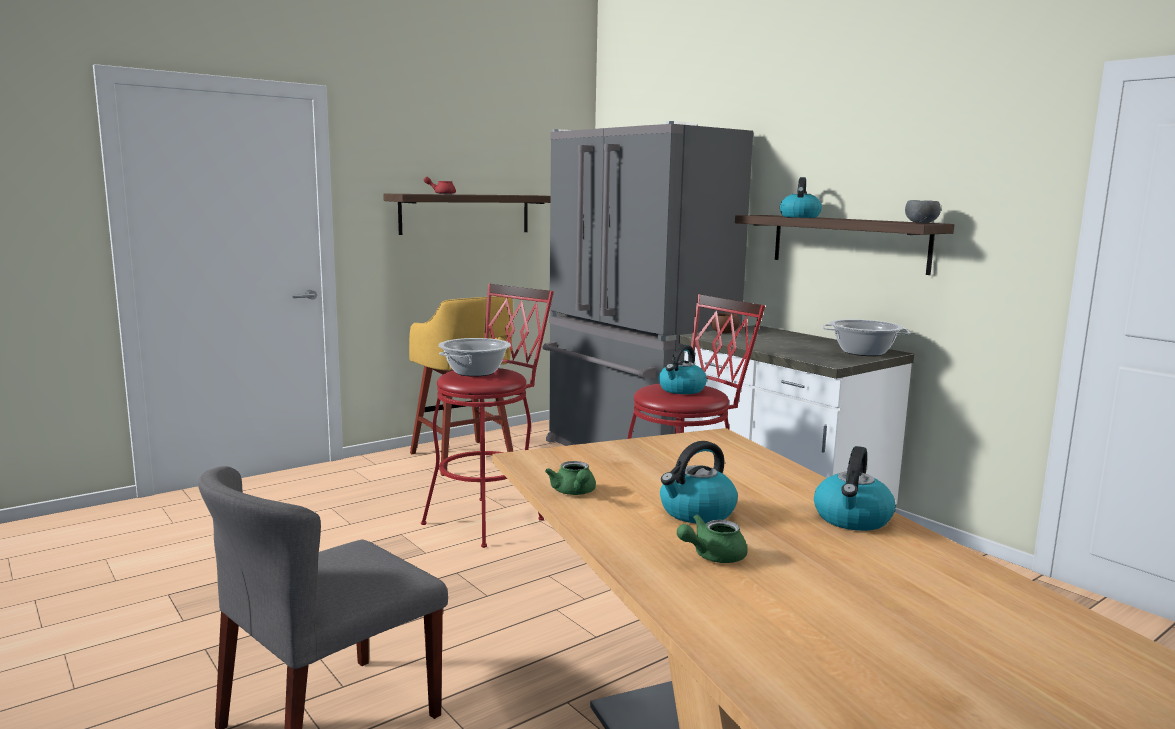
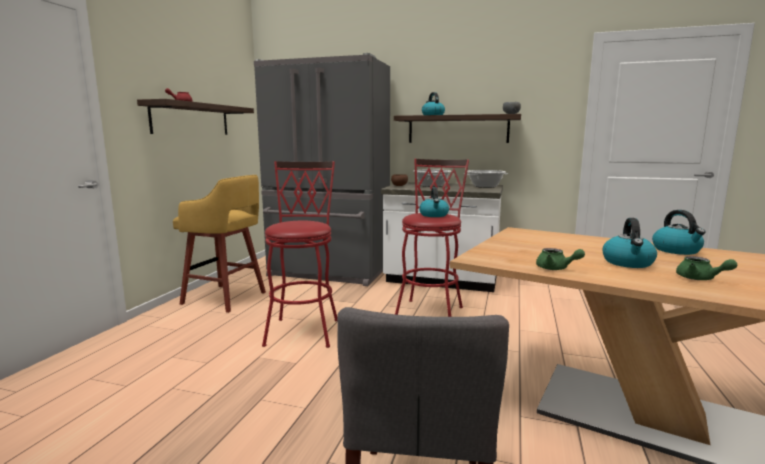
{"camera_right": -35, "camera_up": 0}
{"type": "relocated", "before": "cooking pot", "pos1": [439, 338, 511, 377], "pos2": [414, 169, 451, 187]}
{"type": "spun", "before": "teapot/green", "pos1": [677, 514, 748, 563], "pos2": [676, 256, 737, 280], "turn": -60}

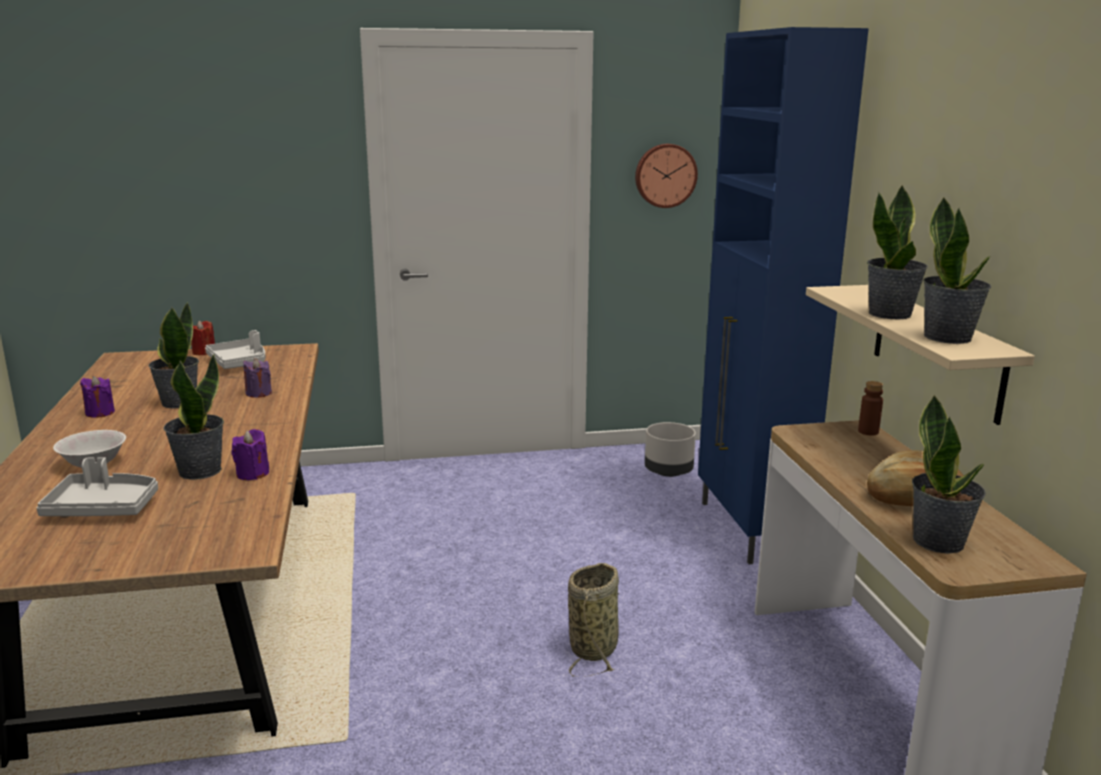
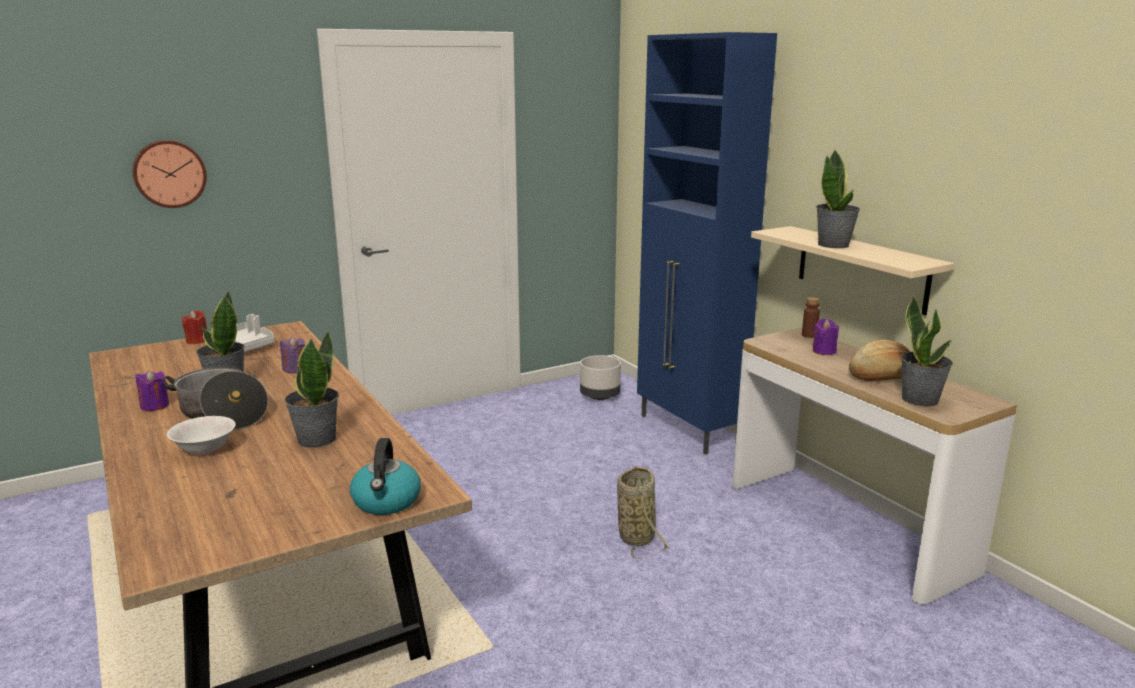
{"camera_right": -20, "camera_up": 0}
{"type": "relocated", "before": "wall clock", "pos1": [635, 144, 698, 208], "pos2": [133, 140, 207, 208]}
{"type": "missing", "before": "potted plant", "pos1": [923, 196, 991, 344]}
{"type": "relocated", "before": "candle/purple", "pos1": [232, 429, 269, 480], "pos2": [813, 319, 839, 355]}
{"type": "missing", "before": "tray/grey", "pos1": [36, 457, 158, 516]}
{"type": "appeared", "after": "cooking pot", "pos2": [162, 367, 268, 429]}
{"type": "appeared", "after": "kettle", "pos2": [350, 438, 421, 515]}

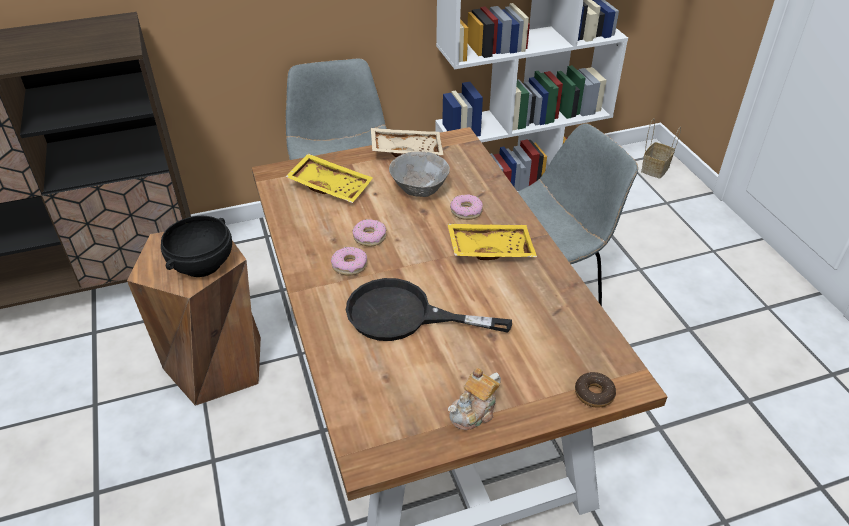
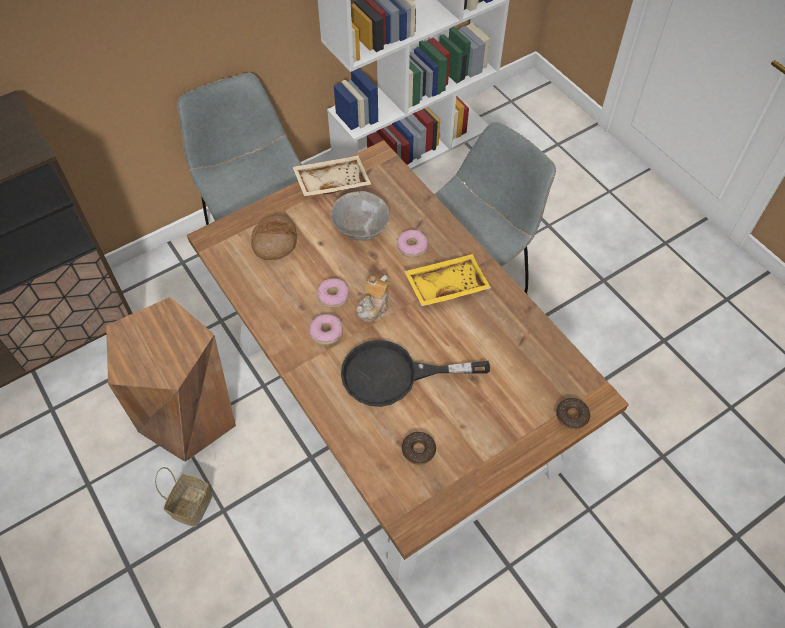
{"camera_right": -15, "camera_up": 15}
{"type": "relocated", "before": "basket", "pos1": [641, 118, 681, 179], "pos2": [155, 467, 212, 527]}
{"type": "exchanged", "before": "tray/yellow", "after": "bread", "pos1": [285, 153, 373, 203], "pos2": [251, 216, 297, 260]}
{"type": "missing", "before": "bowl/black", "pos1": [161, 216, 232, 277]}
{"type": "relocated", "before": "teapot", "pos1": [448, 368, 501, 430], "pos2": [356, 275, 390, 322]}
{"type": "appeared", "after": "donut", "pos2": [402, 432, 436, 465]}

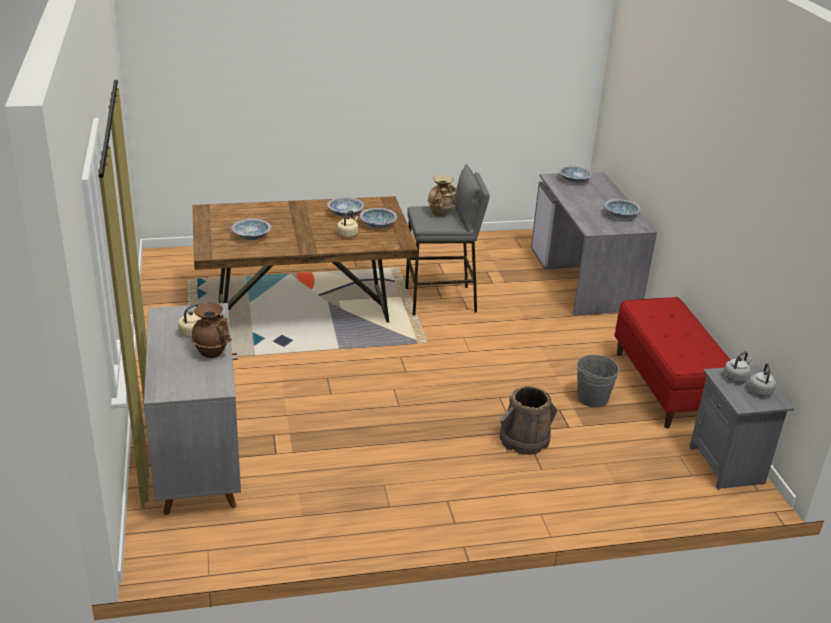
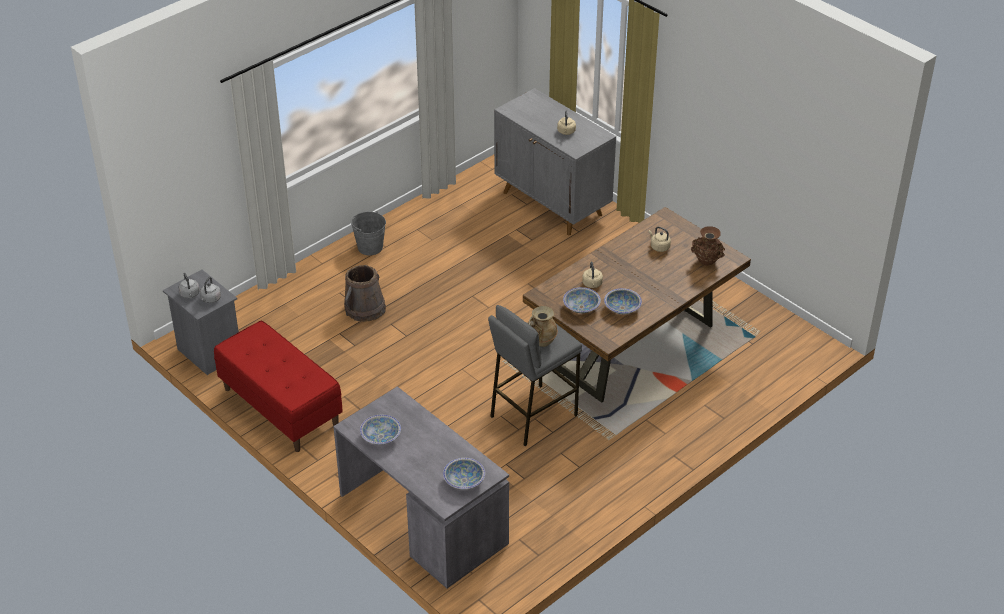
{"camera_right": 150, "camera_up": 10}
{"type": "exchanged", "before": "bowl", "after": "kettle/beige", "pos1": [232, 219, 271, 240], "pos2": [649, 227, 671, 252]}
{"type": "relocated", "before": "vase/brown", "pos1": [192, 303, 232, 358], "pos2": [691, 226, 725, 265]}
{"type": "relocated", "before": "bucket/grey", "pos1": [577, 355, 620, 408], "pos2": [351, 211, 386, 255]}

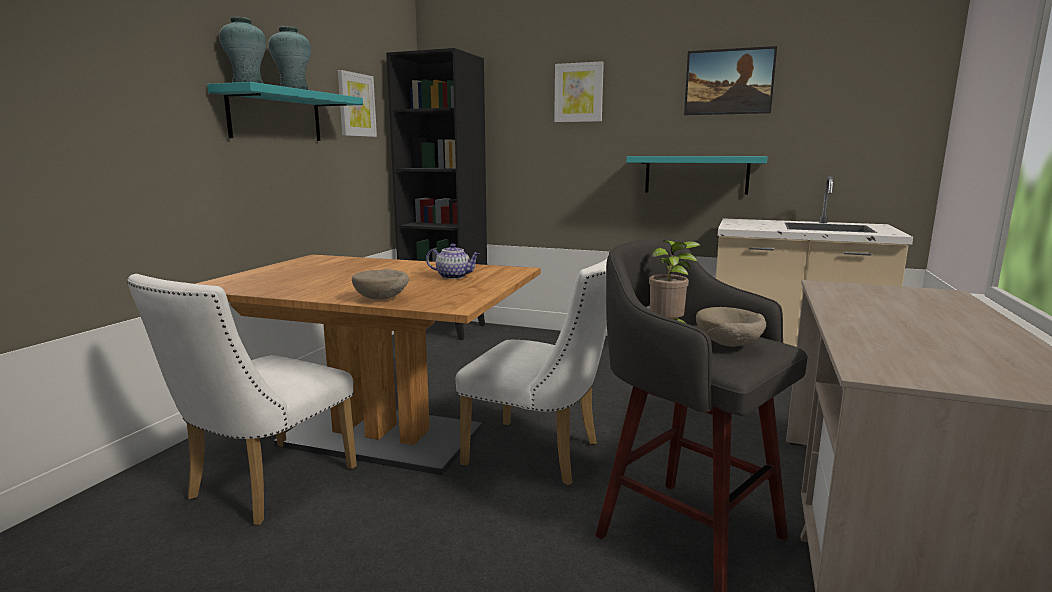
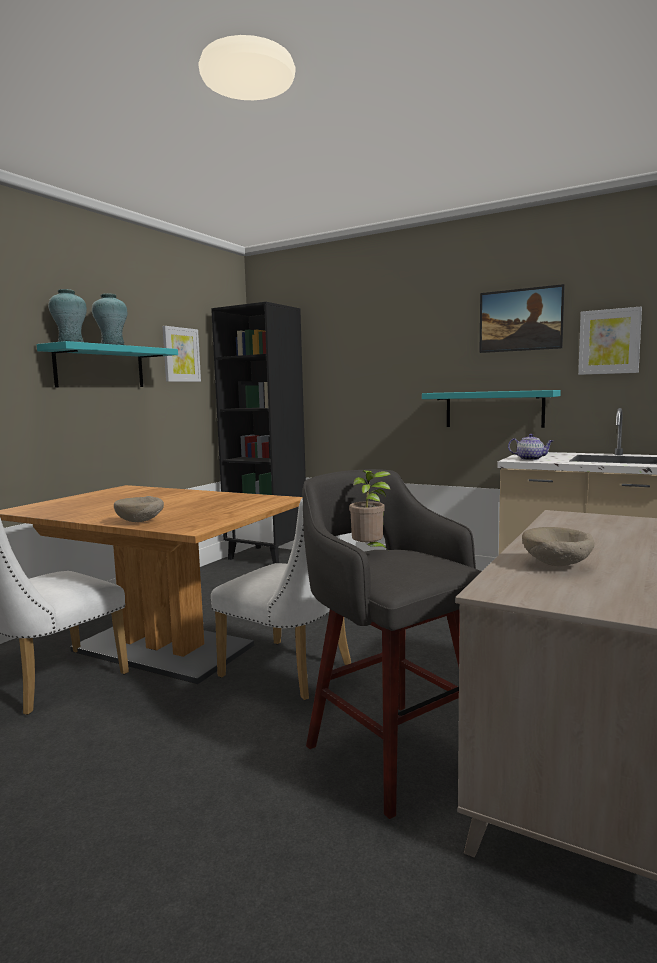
{"camera_right": 10, "camera_up": -5}
{"type": "relocated", "before": "picture", "pos1": [554, 61, 604, 122], "pos2": [578, 306, 642, 375]}
{"type": "relocated", "before": "teapot", "pos1": [426, 243, 480, 279], "pos2": [508, 434, 553, 460]}
{"type": "relocated", "before": "bowl/beige", "pos1": [696, 307, 766, 347], "pos2": [522, 527, 595, 566]}

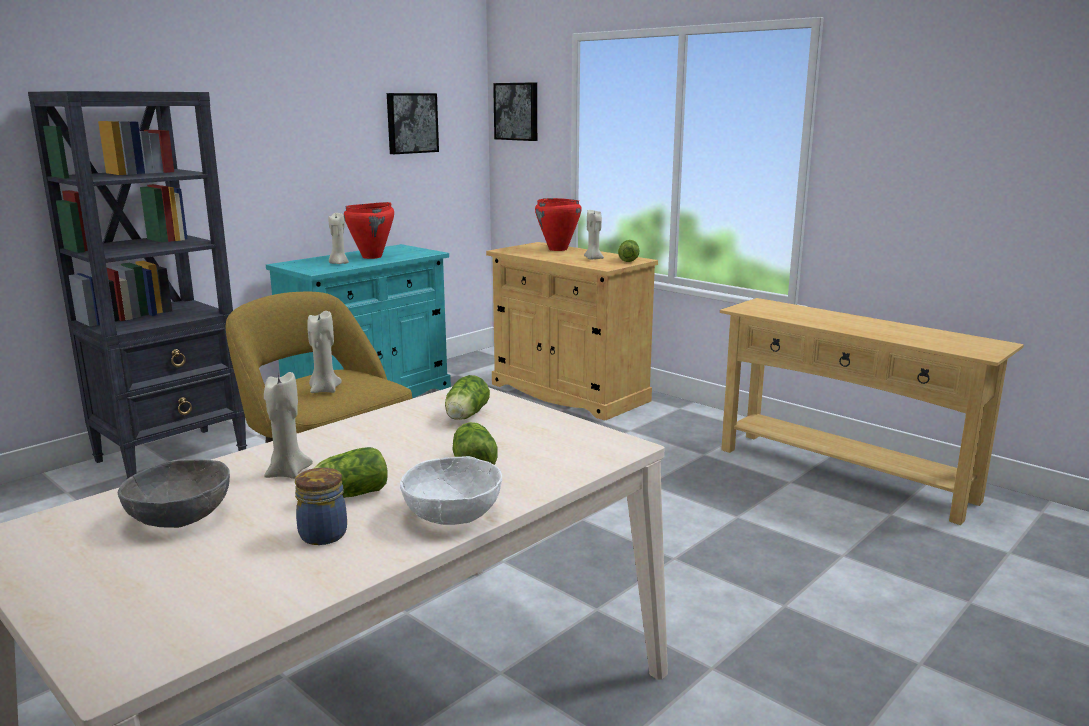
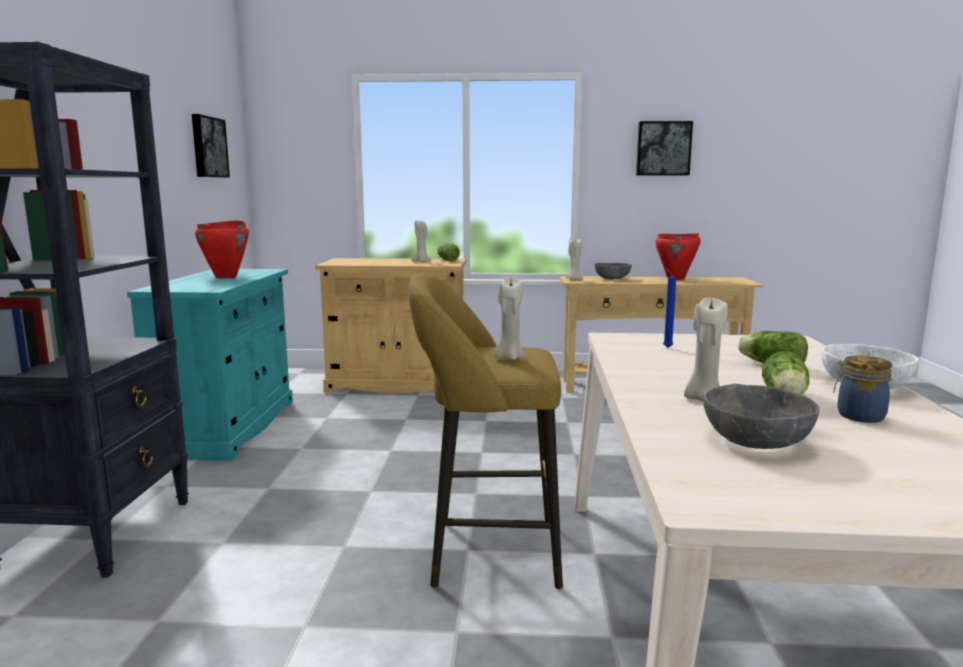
{"camera_right": -40, "camera_up": -5}
{"type": "relocated", "before": "picture", "pos1": [493, 82, 537, 141], "pos2": [636, 121, 693, 175]}
{"type": "relocated", "before": "cooking pot/red", "pos1": [535, 198, 582, 251], "pos2": [655, 233, 701, 280]}
{"type": "relocated", "before": "candle/beige", "pos1": [328, 213, 349, 264], "pos2": [566, 238, 583, 280]}
{"type": "exchanged", "before": "lettuce", "after": "candle/blue", "pos1": [445, 375, 490, 420], "pos2": [663, 268, 676, 348]}
{"type": "appeared", "after": "bowl/grey", "pos2": [595, 263, 632, 279]}

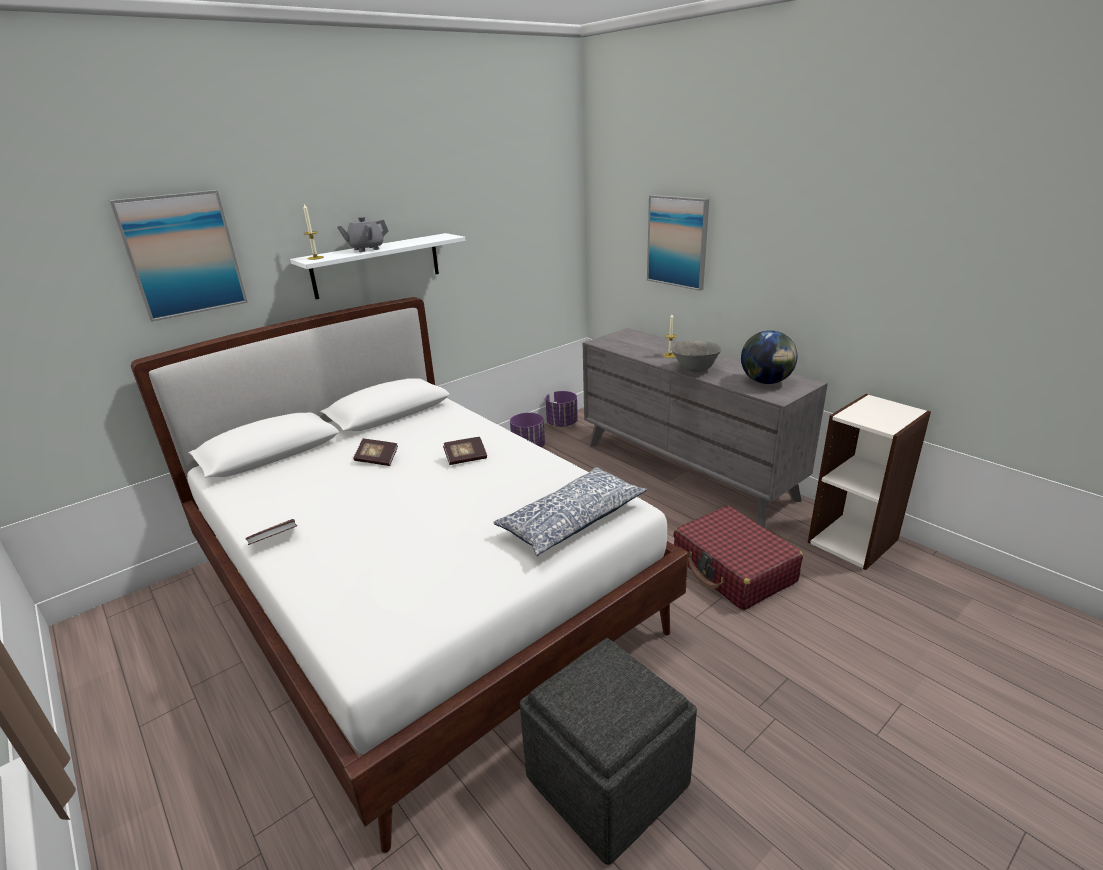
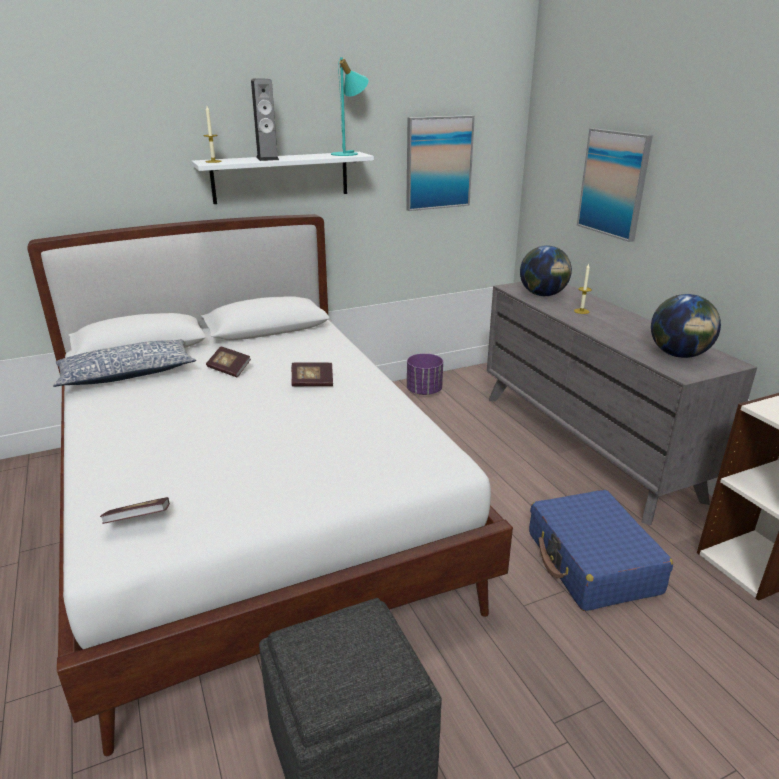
{"camera_right": 15, "camera_up": 0}
{"type": "relocated", "before": "picture", "pos1": [109, 190, 248, 322], "pos2": [406, 115, 475, 211]}
{"type": "exchanged", "before": "teapot/grey", "after": "speaker", "pos1": [337, 217, 388, 252], "pos2": [251, 78, 279, 161]}
{"type": "missing", "before": "bowl/grey", "pos1": [671, 341, 722, 372]}
{"type": "missing", "before": "planter/purple", "pos1": [546, 391, 578, 427]}
{"type": "relocated", "before": "pillow", "pos1": [493, 467, 647, 556], "pos2": [53, 340, 196, 387]}
{"type": "colour", "before": "suitcase/red", "after": "suitcase/blue", "pos1": [673, 505, 803, 610], "pos2": [529, 490, 673, 611]}
{"type": "relocated", "before": "book", "pos1": [246, 519, 297, 545], "pos2": [100, 497, 170, 524]}
{"type": "appeared", "after": "table lamp/turquoise", "pos2": [331, 58, 369, 156]}
{"type": "appeared", "after": "globe", "pos2": [520, 245, 572, 296]}

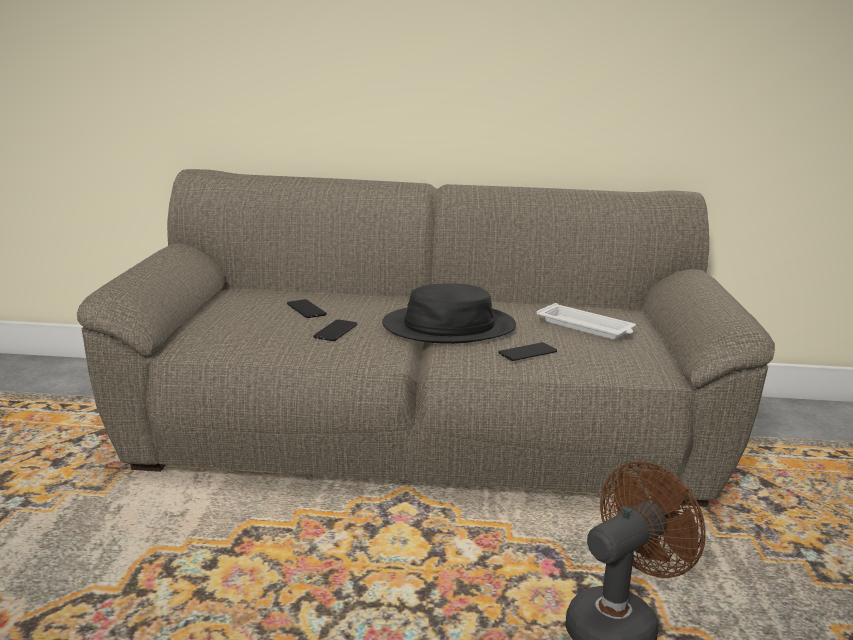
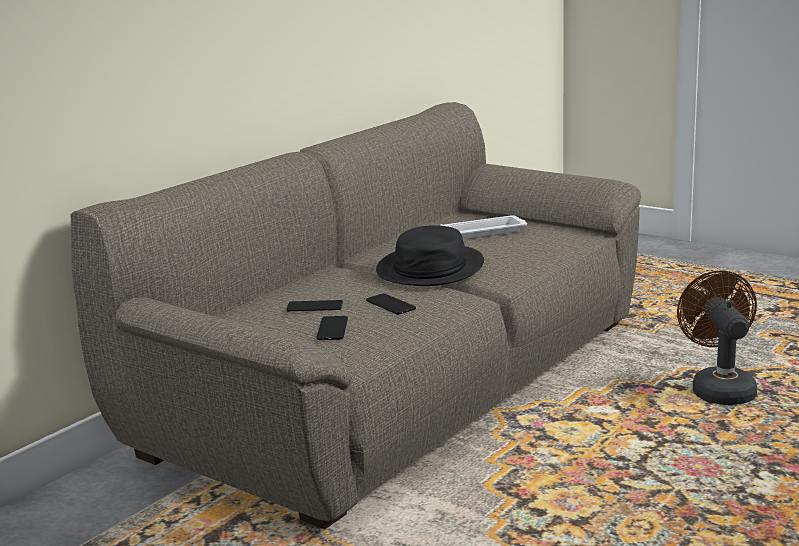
{"camera_right": -55, "camera_up": 0}
{"type": "relocated", "before": "phone", "pos1": [498, 342, 557, 361], "pos2": [317, 316, 348, 340]}

